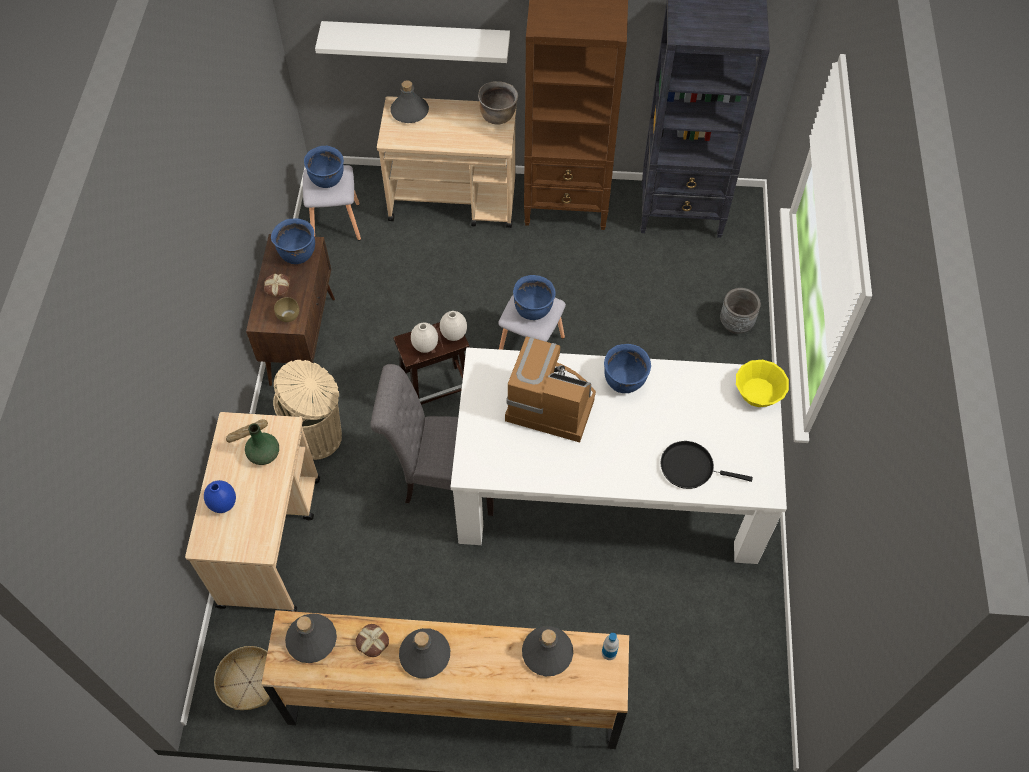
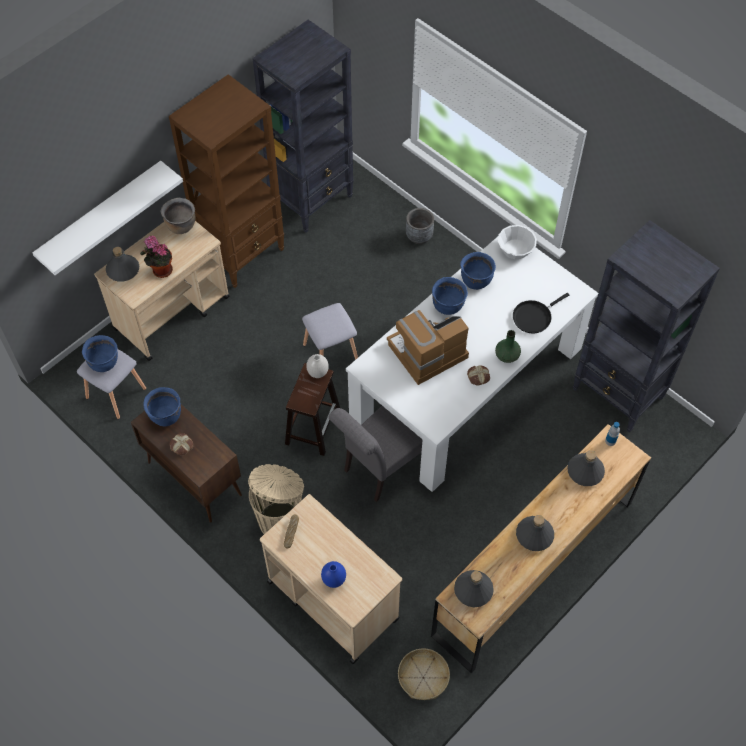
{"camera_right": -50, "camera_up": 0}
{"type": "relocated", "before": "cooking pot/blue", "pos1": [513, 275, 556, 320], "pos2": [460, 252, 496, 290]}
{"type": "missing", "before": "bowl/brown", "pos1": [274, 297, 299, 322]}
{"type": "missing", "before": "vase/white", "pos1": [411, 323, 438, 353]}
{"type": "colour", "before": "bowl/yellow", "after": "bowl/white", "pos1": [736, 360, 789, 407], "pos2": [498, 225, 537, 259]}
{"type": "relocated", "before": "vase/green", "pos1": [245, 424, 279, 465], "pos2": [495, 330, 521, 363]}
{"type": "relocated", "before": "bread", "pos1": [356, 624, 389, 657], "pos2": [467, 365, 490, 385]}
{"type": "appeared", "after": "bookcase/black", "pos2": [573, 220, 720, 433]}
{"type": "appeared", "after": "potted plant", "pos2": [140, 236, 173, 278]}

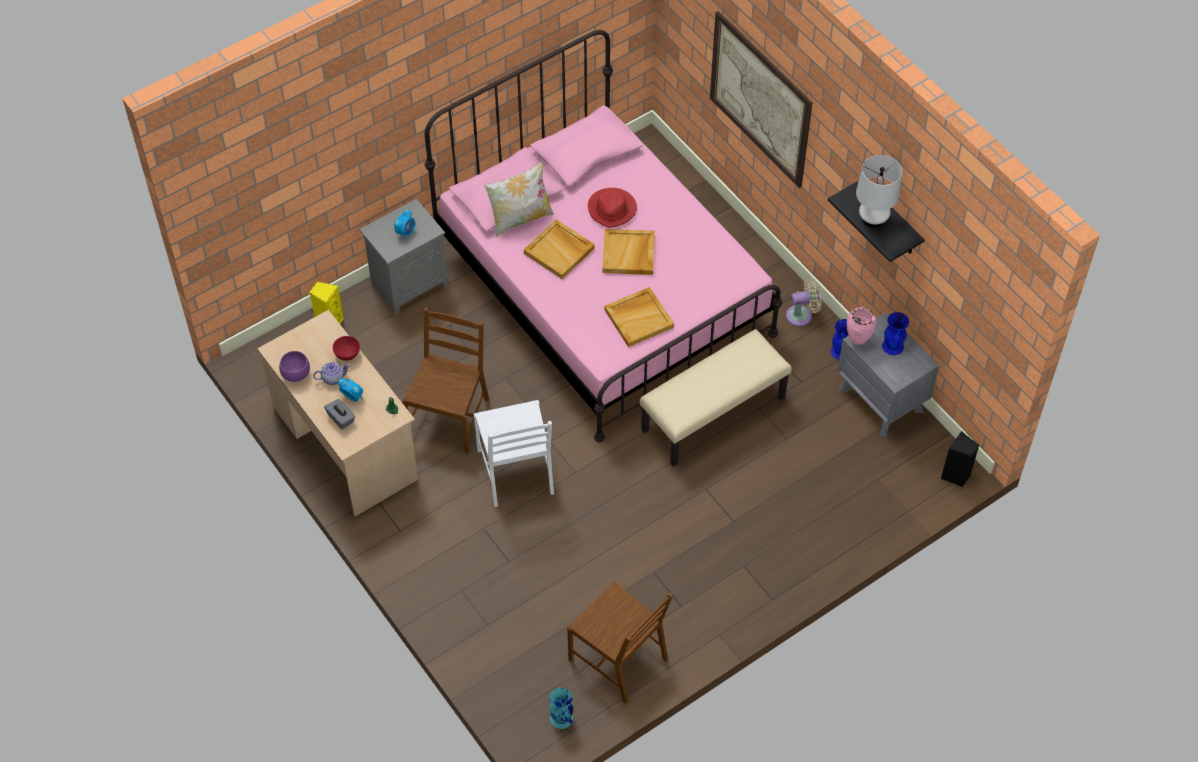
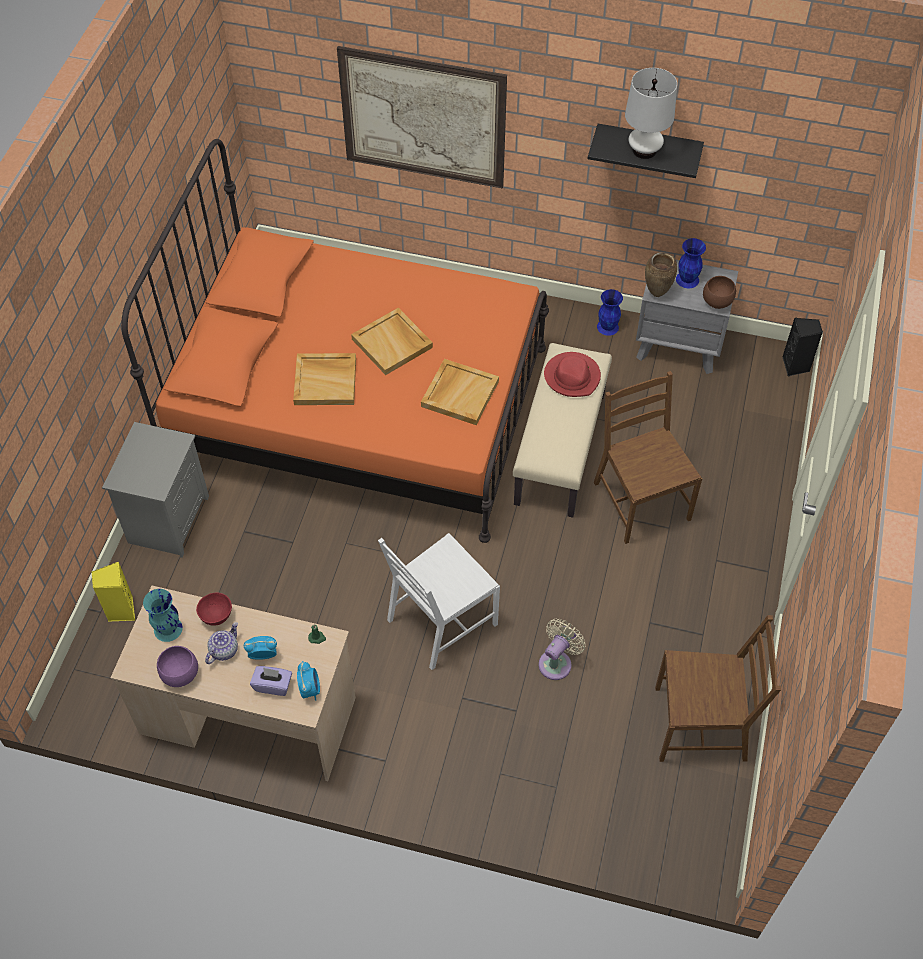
{"camera_right": -40, "camera_up": 0}
{"type": "colour", "before": "bed/pink", "after": "bed/orange", "pos1": [424, 30, 782, 442], "pos2": [121, 139, 549, 543]}
{"type": "missing", "before": "pillow", "pos1": [484, 161, 554, 237]}
{"type": "relocated", "before": "hat/red", "pos1": [588, 188, 637, 228], "pos2": [544, 352, 601, 397]}
{"type": "relocated", "before": "alarm clock", "pos1": [394, 209, 415, 240], "pos2": [297, 661, 320, 701]}
{"type": "relocated", "before": "fan/beige", "pos1": [786, 278, 821, 327], "pos2": [539, 619, 586, 680]}
{"type": "relocated", "before": "chair/brown", "pos1": [402, 307, 489, 453], "pos2": [594, 371, 702, 544]}
{"type": "colour", "before": "vase/pink", "after": "vase/brown", "pos1": [847, 307, 876, 345], "pos2": [645, 252, 677, 297]}
{"type": "colour", "before": "tissue box/grey", "after": "tissue box/purple", "pos1": [324, 399, 355, 429], "pos2": [250, 666, 292, 696]}
{"type": "spun", "before": "chair/white", "pos1": [474, 400, 554, 507], "pos2": [378, 533, 500, 670], "turn": 105}
{"type": "relocated", "before": "vase/turquoise", "pos1": [549, 688, 573, 729], "pos2": [143, 589, 183, 642]}
{"type": "appeared", "after": "bowl/brown", "pos2": [703, 276, 736, 309]}

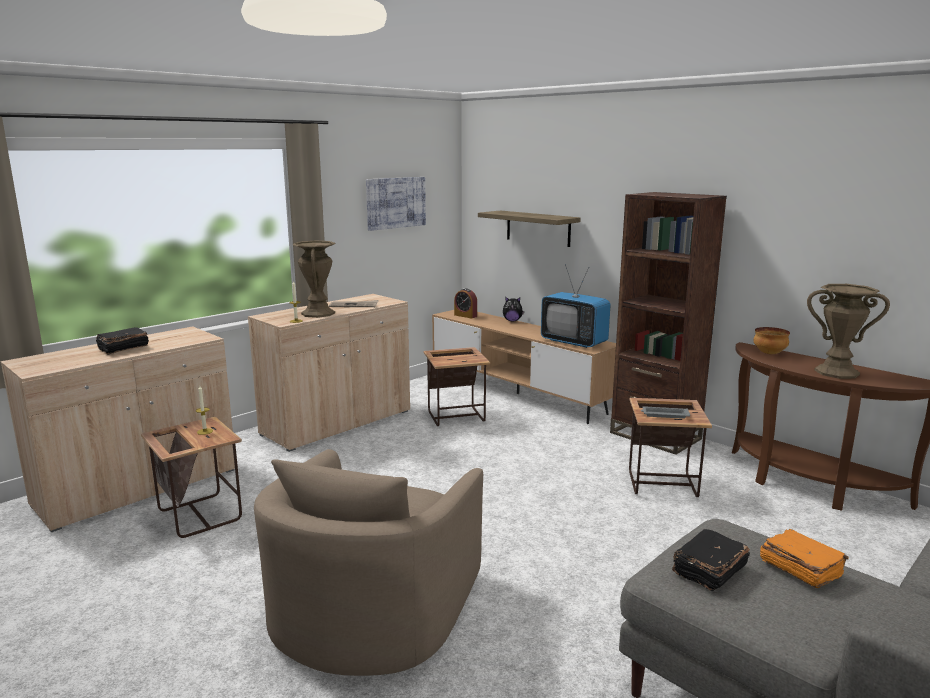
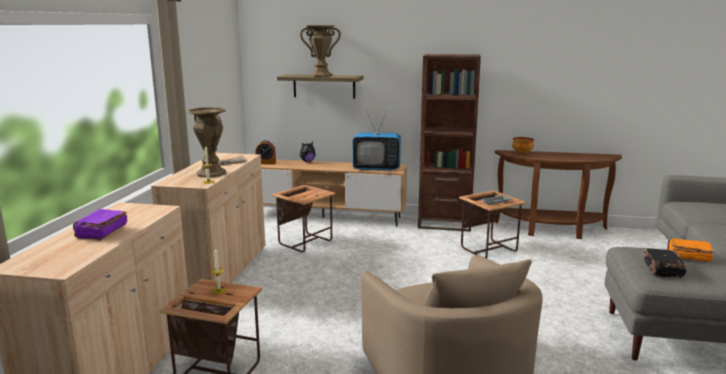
{"camera_right": -35, "camera_up": 0}
{"type": "missing", "before": "picture", "pos1": [366, 177, 426, 231]}
{"type": "relocated", "before": "vase/brown", "pos1": [807, 284, 890, 379], "pos2": [300, 25, 341, 77]}
{"type": "colour", "before": "book/black", "after": "book/purple", "pos1": [96, 327, 149, 355], "pos2": [73, 209, 127, 240]}

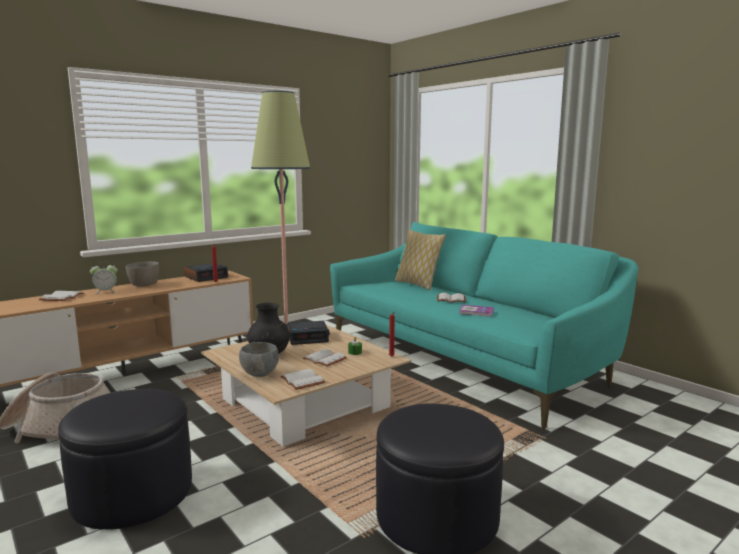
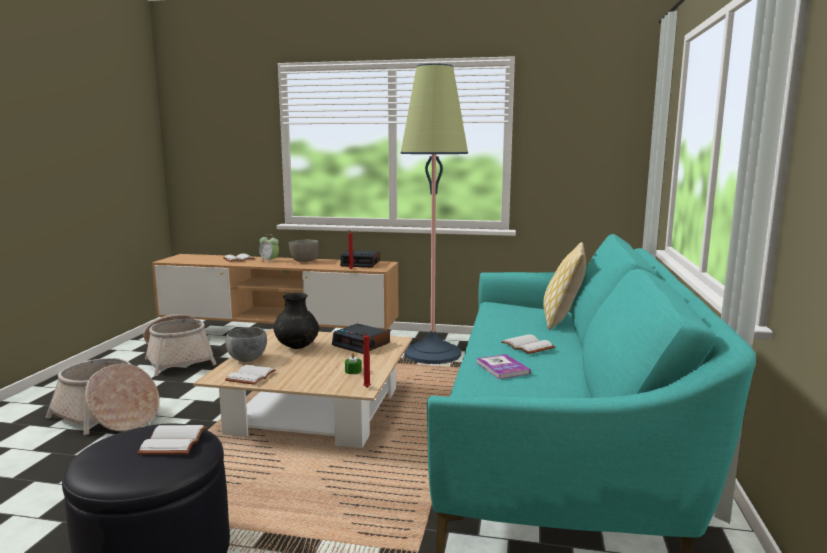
{"camera_right": 50, "camera_up": 0}
{"type": "relocated", "before": "book/white", "pos1": [303, 349, 347, 367], "pos2": [137, 425, 207, 455]}
{"type": "exchanged", "before": "ottoman/black", "after": "basket", "pos1": [58, 389, 192, 530], "pos2": [46, 358, 160, 435]}

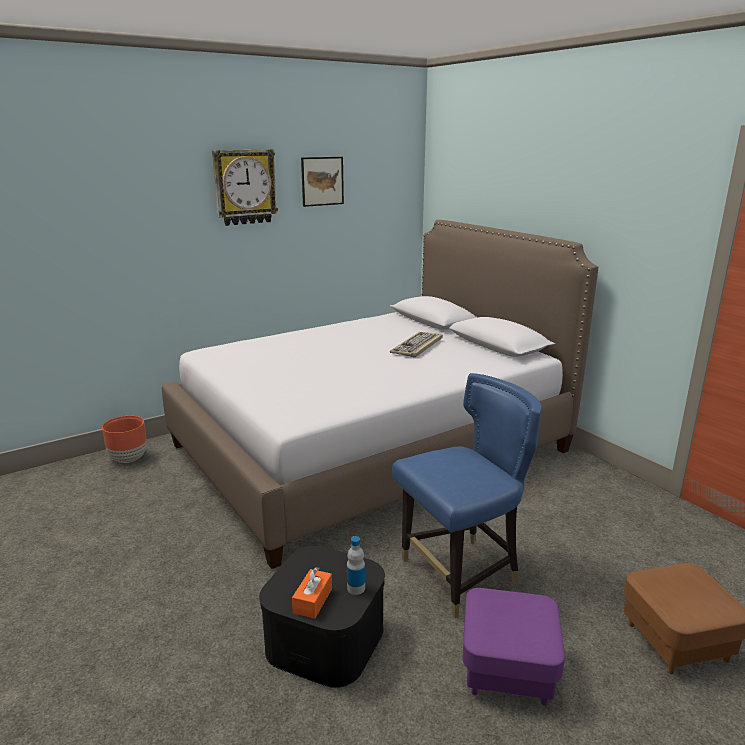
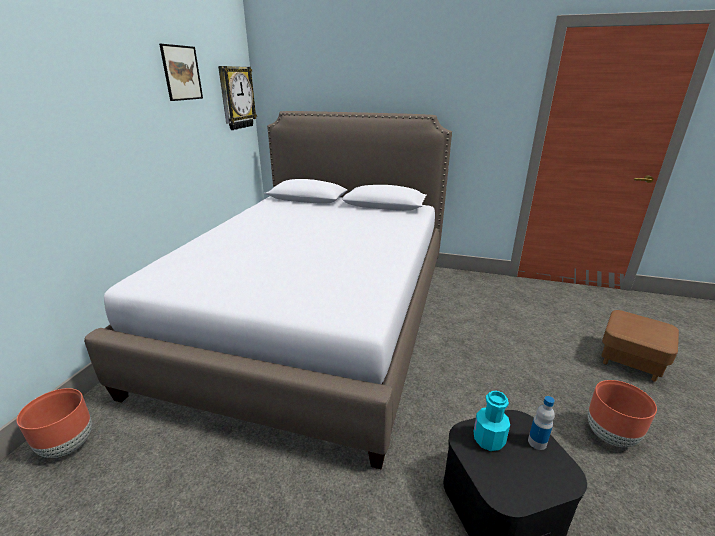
{"camera_right": -40, "camera_up": 5}
{"type": "relocated", "before": "wall clock", "pos1": [212, 149, 278, 226], "pos2": [218, 66, 257, 130]}
{"type": "missing", "before": "keyboard", "pos1": [390, 332, 443, 357]}
{"type": "missing", "before": "chair/blue", "pos1": [392, 373, 542, 618]}
{"type": "missing", "before": "tissue box/orange", "pos1": [292, 567, 332, 619]}
{"type": "exchanged", "before": "ottoman/purple", "after": "planter/brown", "pos1": [462, 588, 565, 706], "pos2": [588, 380, 657, 447]}
{"type": "appeared", "after": "bottle/turquoise", "pos2": [474, 391, 510, 451]}

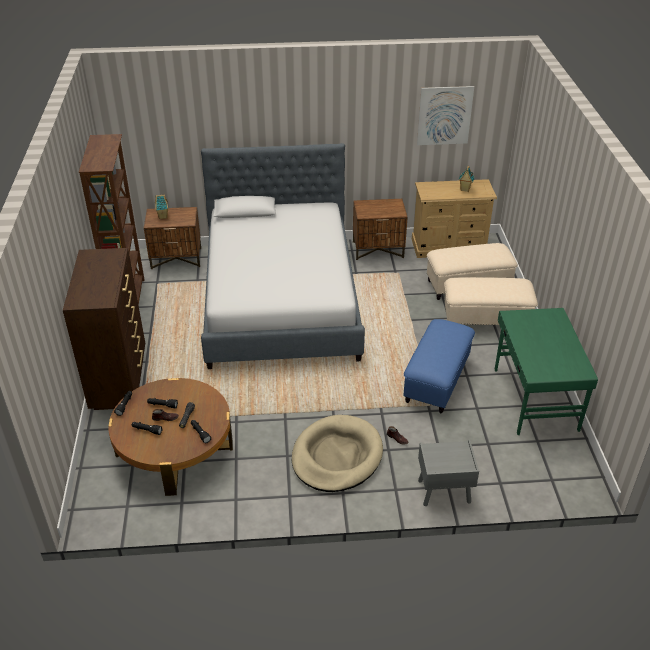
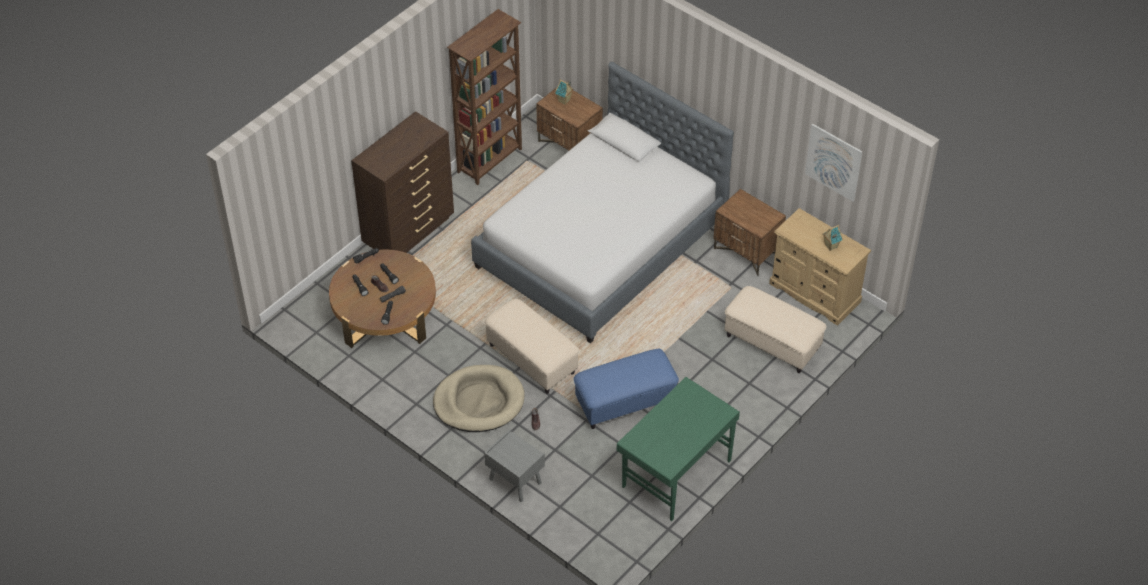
{"camera_right": 45, "camera_up": 10}
{"type": "relocated", "before": "ottoman/beige", "pos1": [444, 277, 538, 325], "pos2": [485, 299, 579, 394]}

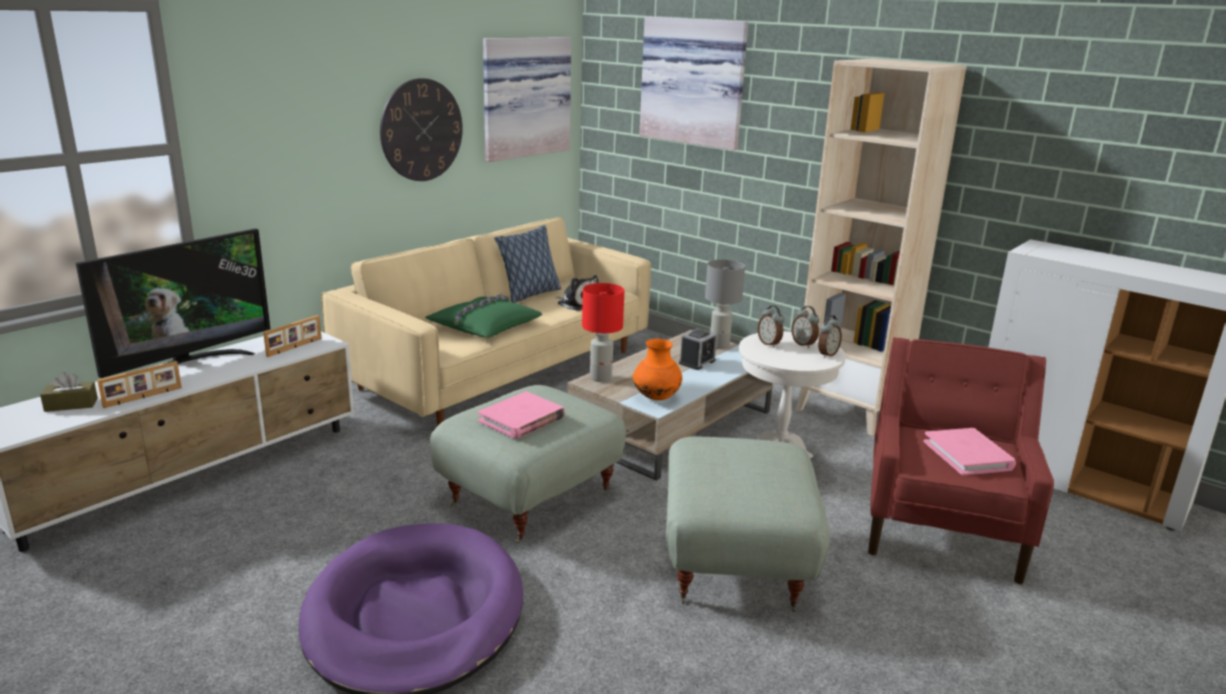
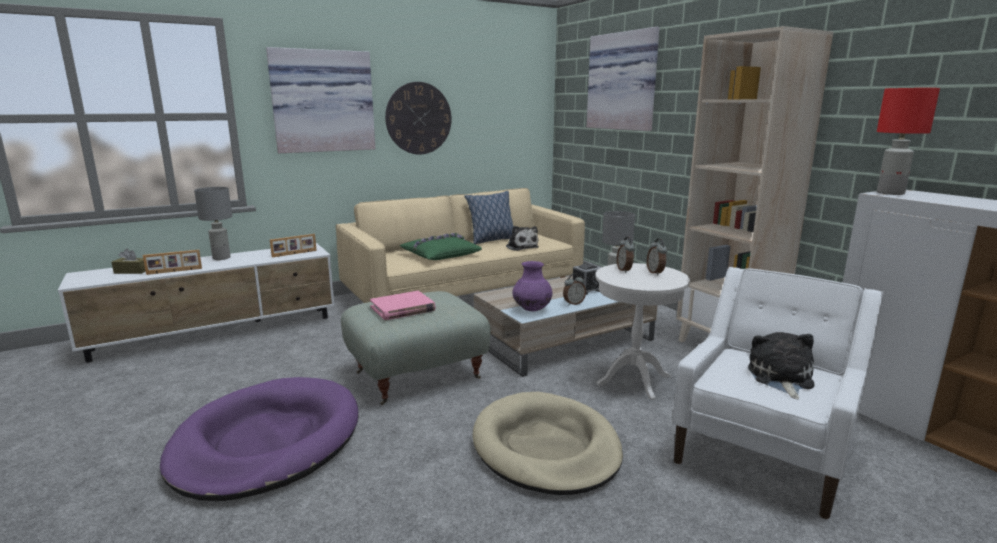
{"camera_right": 20, "camera_up": -5}
{"type": "relocated", "before": "picture", "pos1": [483, 37, 571, 162], "pos2": [266, 47, 376, 153]}
{"type": "exchanged", "before": "television", "after": "table lamp/grey", "pos1": [76, 228, 270, 378], "pos2": [194, 187, 232, 260]}
{"type": "relocated", "before": "table lamp/red", "pos1": [582, 283, 624, 382], "pos2": [877, 88, 940, 195]}
{"type": "relocated", "before": "alarm clock", "pos1": [818, 315, 842, 358], "pos2": [563, 273, 586, 305]}
{"type": "colour", "before": "armchair/red", "after": "armchair/white", "pos1": [868, 337, 1054, 584], "pos2": [672, 267, 884, 519]}
{"type": "colour", "before": "vase/orange", "after": "vase/purple", "pos1": [633, 339, 682, 400], "pos2": [512, 261, 553, 311]}
{"type": "exchanged", "before": "book/pink", "after": "plush toy", "pos1": [923, 428, 1016, 475], "pos2": [748, 332, 815, 399]}
{"type": "exchanged", "before": "ottoman/grey", "after": "dog bed/beige", "pos1": [666, 437, 830, 612], "pos2": [472, 392, 623, 495]}

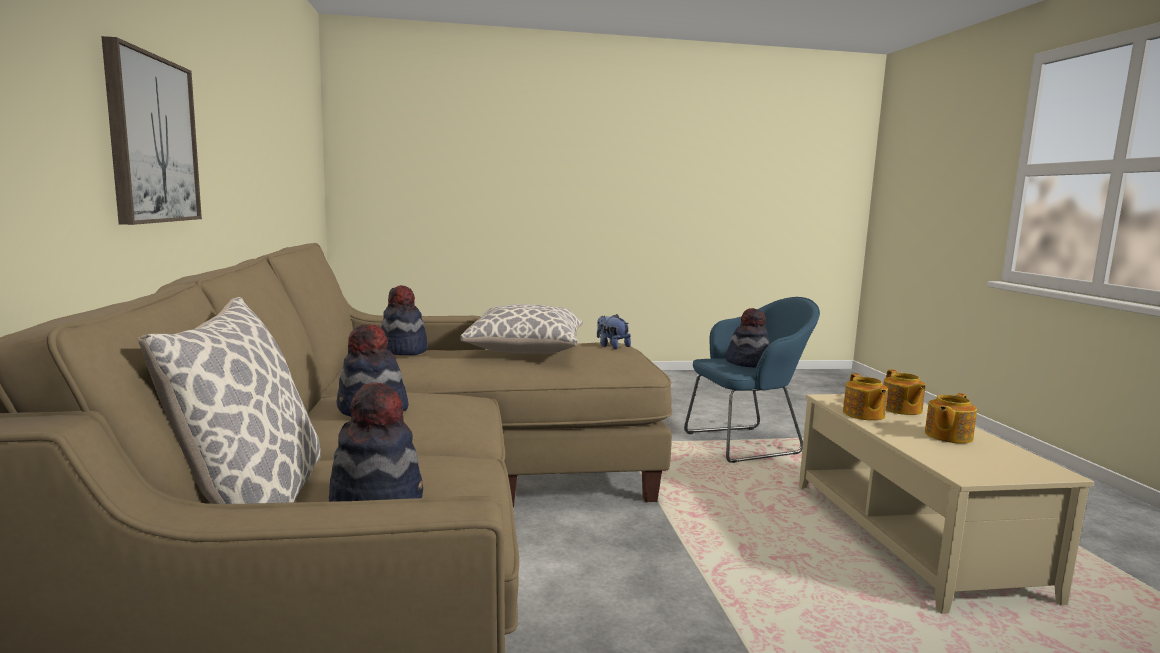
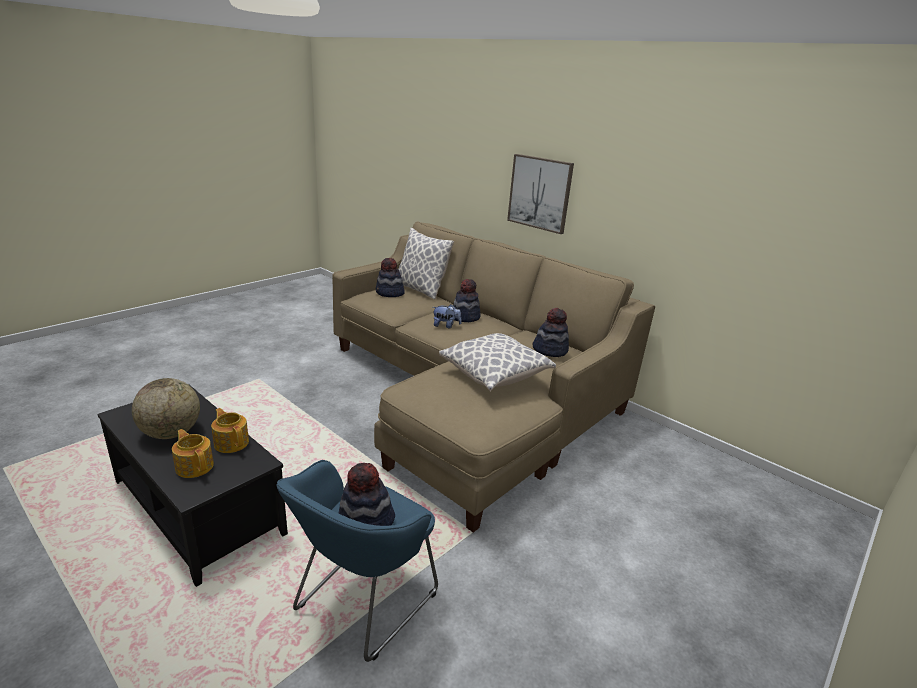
{"camera_right": 140, "camera_up": 15}
{"type": "relocated", "before": "plush toy", "pos1": [597, 314, 631, 349], "pos2": [433, 304, 461, 328]}
{"type": "exchanged", "before": "teapot", "after": "globe", "pos1": [925, 393, 977, 444], "pos2": [132, 378, 200, 439]}
{"type": "colour", "before": "coffee table/beige", "after": "coffee table/black", "pos1": [799, 394, 1094, 614], "pos2": [97, 384, 288, 587]}

